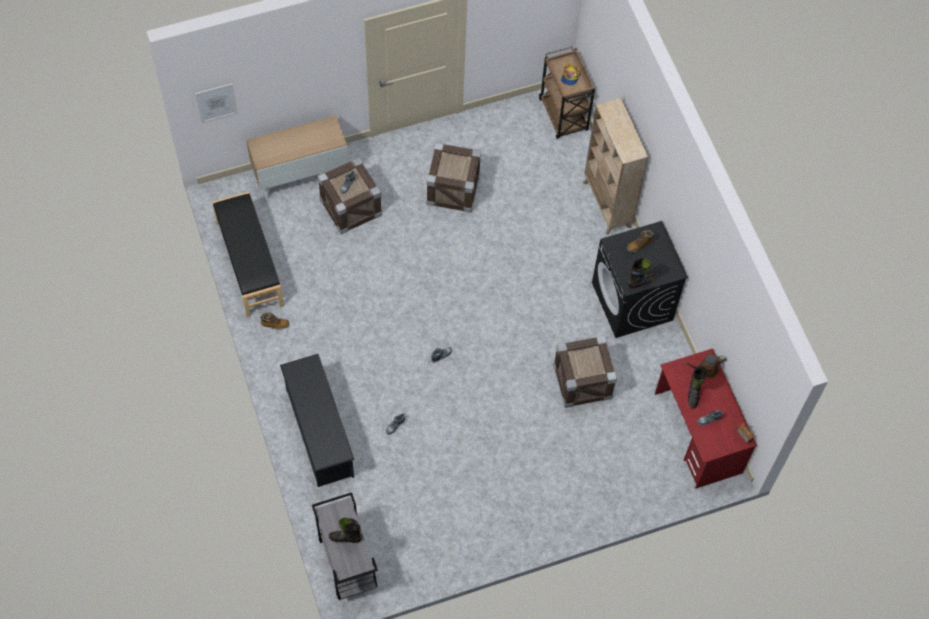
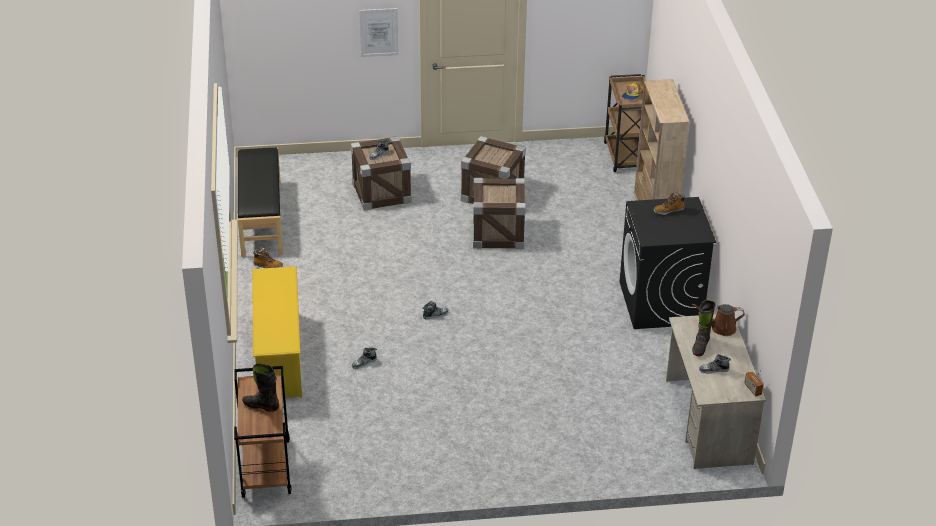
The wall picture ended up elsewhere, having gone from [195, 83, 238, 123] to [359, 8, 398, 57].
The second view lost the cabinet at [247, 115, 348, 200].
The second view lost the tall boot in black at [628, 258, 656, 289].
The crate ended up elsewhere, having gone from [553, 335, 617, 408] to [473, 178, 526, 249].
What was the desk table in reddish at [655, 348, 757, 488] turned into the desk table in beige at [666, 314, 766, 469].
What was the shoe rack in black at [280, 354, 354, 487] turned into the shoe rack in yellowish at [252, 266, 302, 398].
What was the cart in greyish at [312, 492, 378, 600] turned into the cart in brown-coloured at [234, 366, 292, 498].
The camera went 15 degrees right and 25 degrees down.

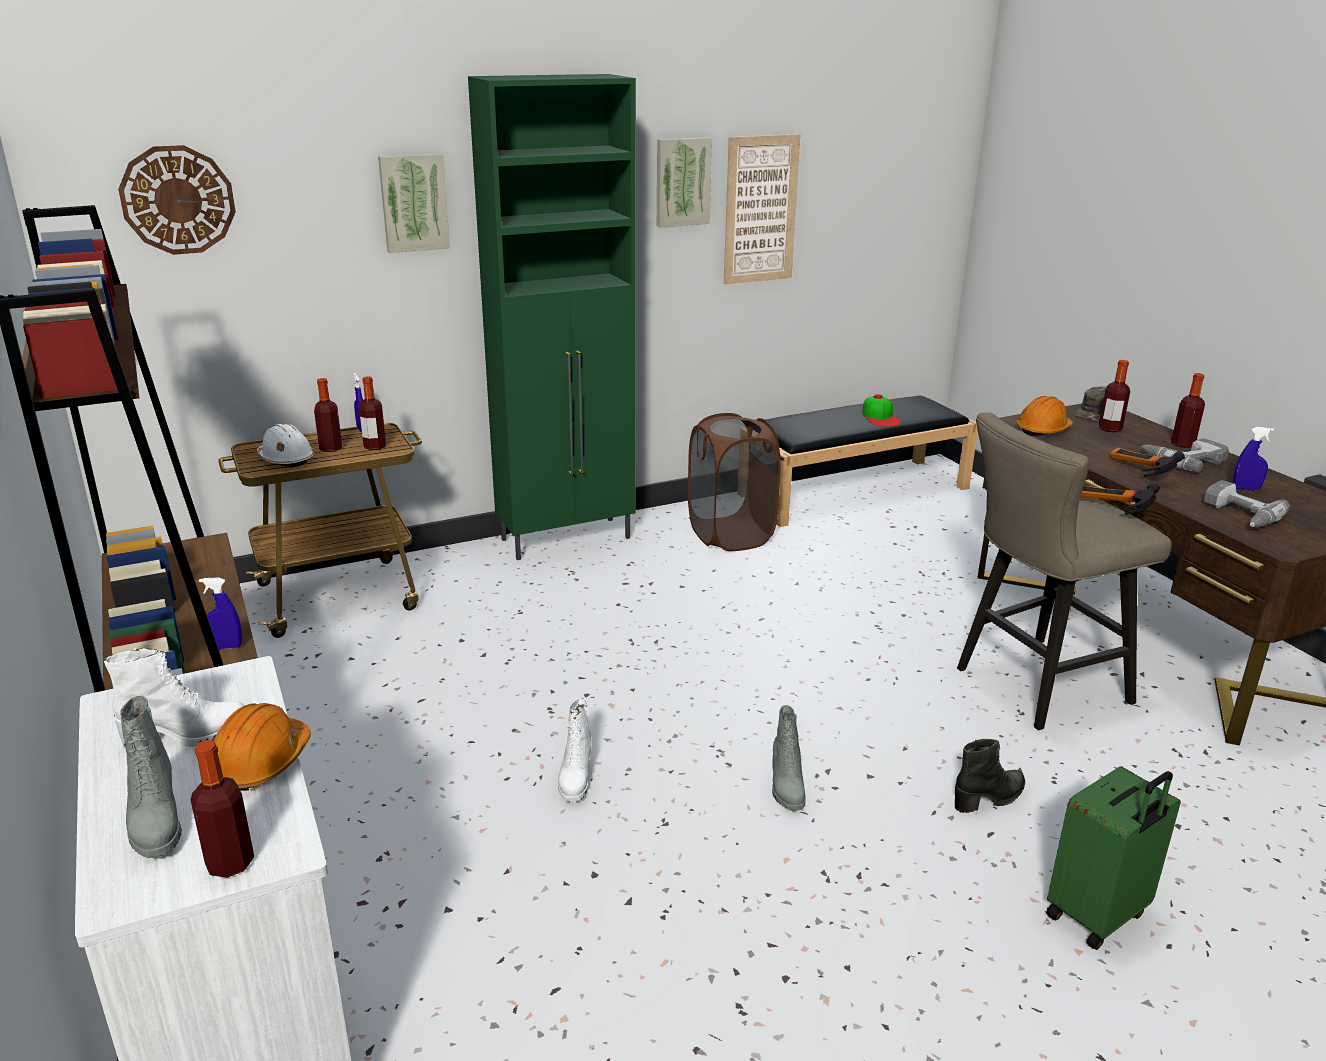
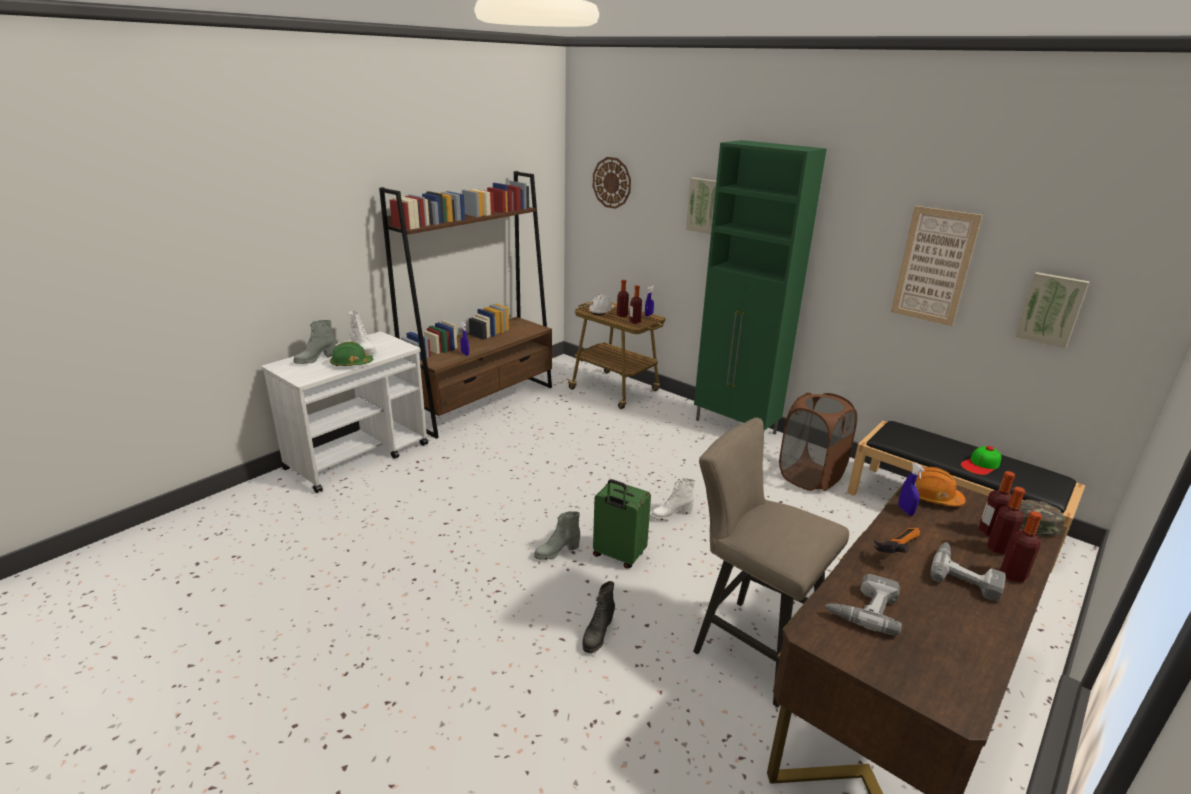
The wall picture ended up elsewhere, having gone from [657, 137, 712, 228] to [1015, 272, 1090, 348].
The hand sprayer in blue-coloured ended up elsewhere, having gone from [1233, 427, 1274, 490] to [898, 463, 925, 516].
The second view lost the hammer at [1080, 483, 1160, 515].
The tall boot in white ended up elsewhere, having gone from [558, 698, 592, 802] to [651, 478, 695, 521].
What was the safety helmet in orange at [213, 703, 311, 791] turned into the safety helmet in green at [330, 341, 374, 366].
The tall boot in black at [955, 739, 1025, 813] ended up facing another way, 75 degrees clockwise from before.
The drink bottle ended up elsewhere, having gone from [190, 740, 254, 878] to [987, 487, 1025, 555].
The piece of luggage in green ended up elsewhere, having gone from [1046, 766, 1181, 950] to [593, 479, 651, 568].
The camera went 65 degrees right and 0 degrees up.

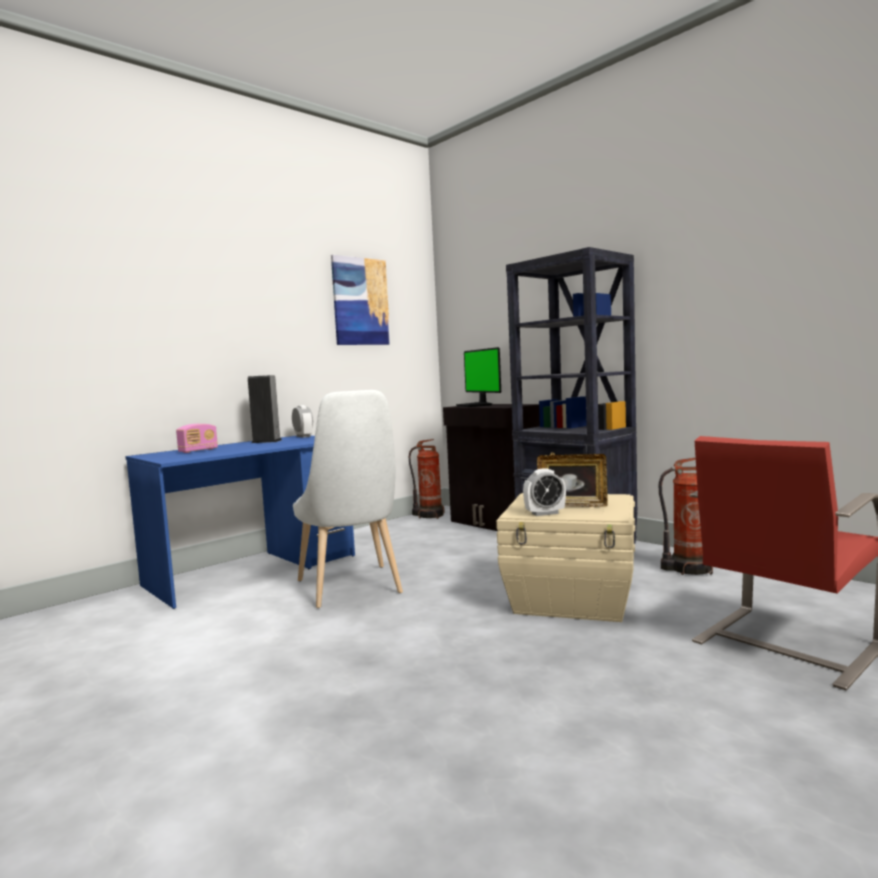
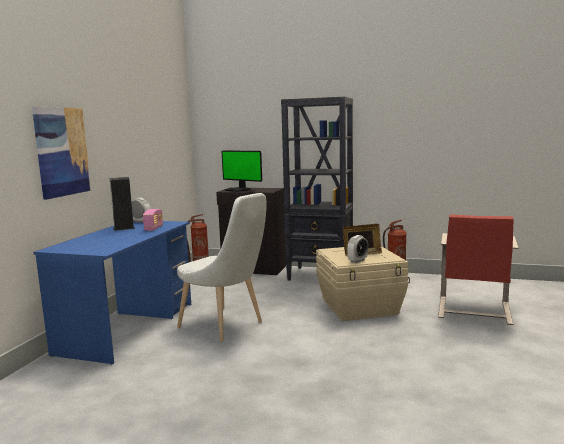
The wall picture ended up elsewhere, having gone from [331, 255, 390, 345] to [32, 107, 91, 200].
The radio ended up elsewhere, having gone from [176, 424, 218, 453] to [143, 209, 163, 231].
The camera went 30 degrees left and 5 degrees up.

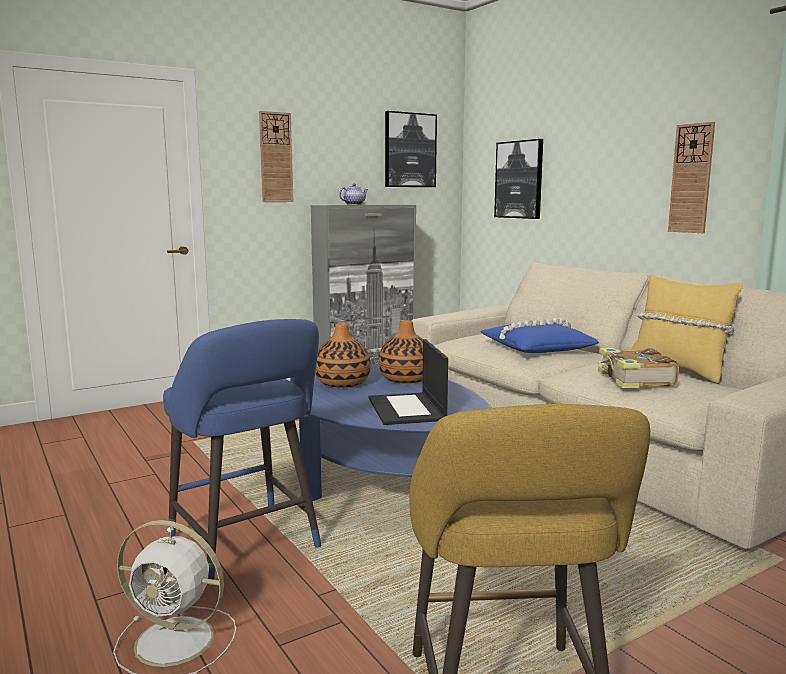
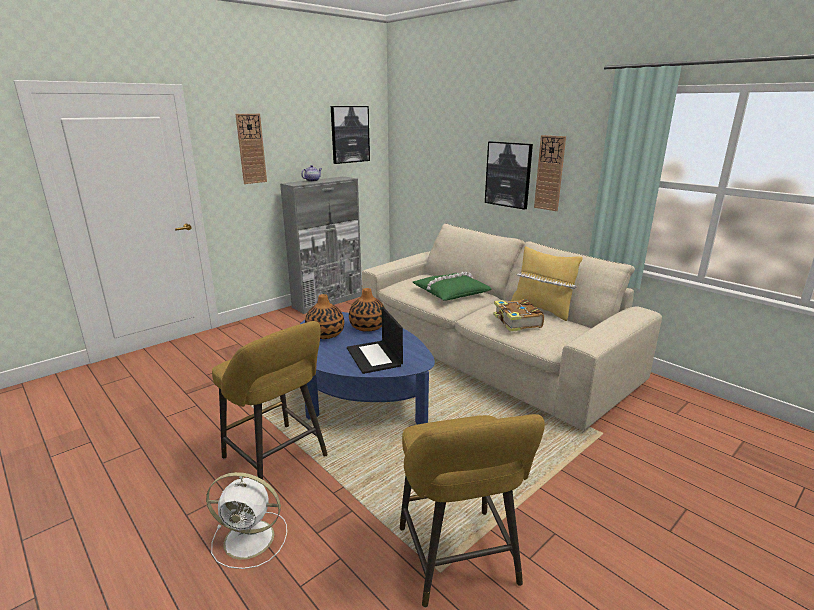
The wall picture ended up elsewhere, having gone from [494, 139, 543, 219] to [485, 141, 533, 210].
What was the throw pillow in blue-coloured at [480, 318, 599, 353] turned into the throw pillow in green at [413, 272, 492, 301].
What was the stool in blue-coloured at [163, 319, 321, 585] turned into the stool in yellowish at [212, 321, 328, 479].
The camera went 10 degrees left and 10 degrees up.

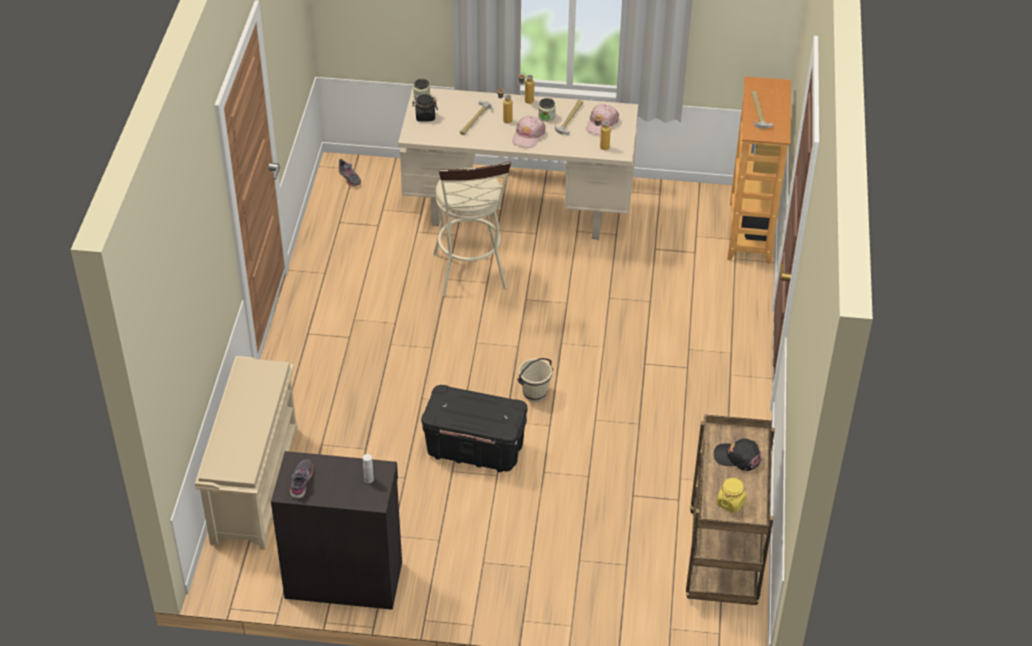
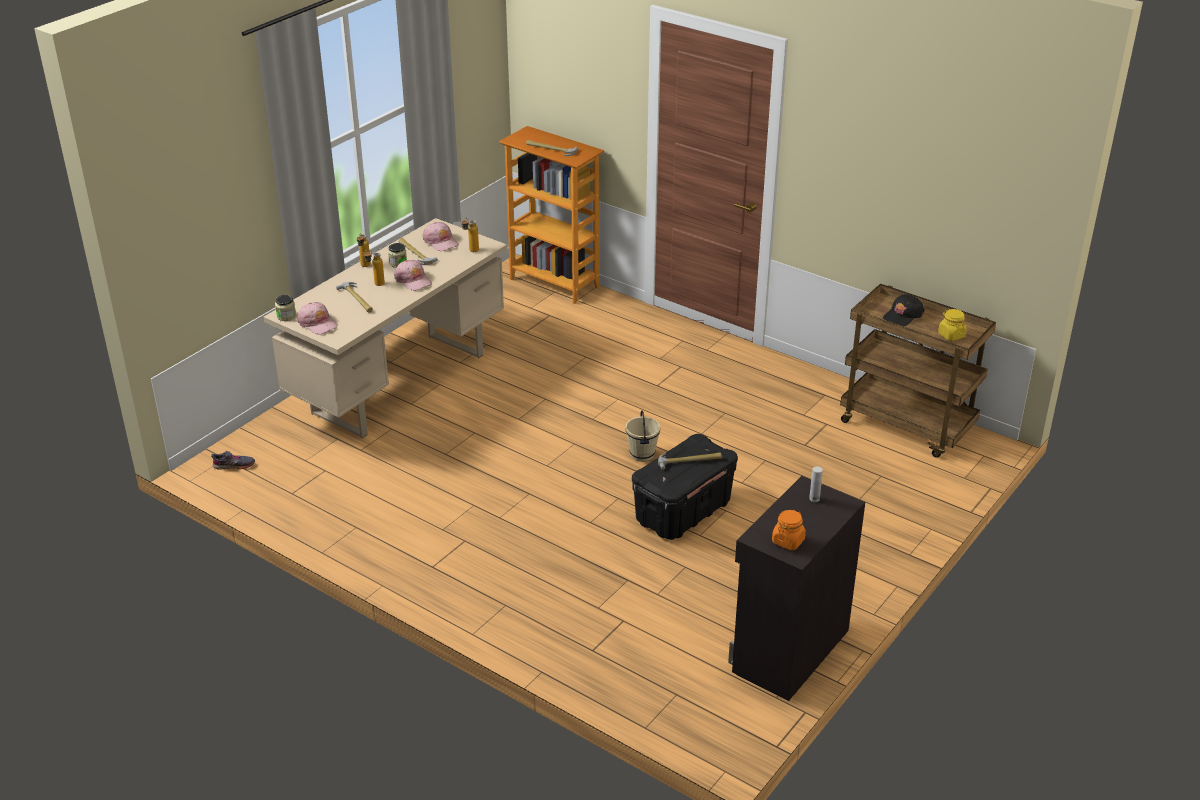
Where the preserve jar in black stood at [412, 94, 438, 122], the peaked cap in pinkish came to stand at [297, 302, 338, 335].
The second view lost the stool in beige at [433, 161, 511, 297].
The second view lost the shoe rack in beige at [195, 356, 297, 550].
Where the shoe in greyish stood at [290, 459, 313, 499], the preserve jar in orange came to stand at [772, 510, 806, 550].
The second view gained the hammer at [658, 452, 722, 470].
The camera went 60 degrees left and 10 degrees down.

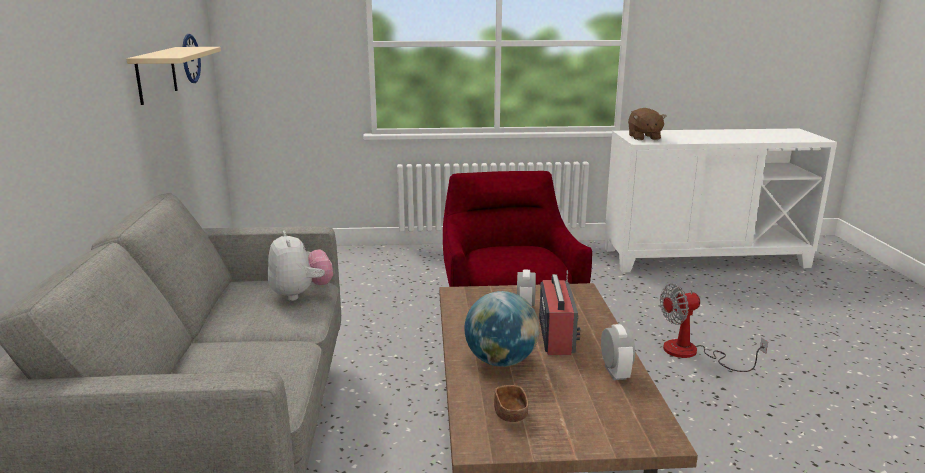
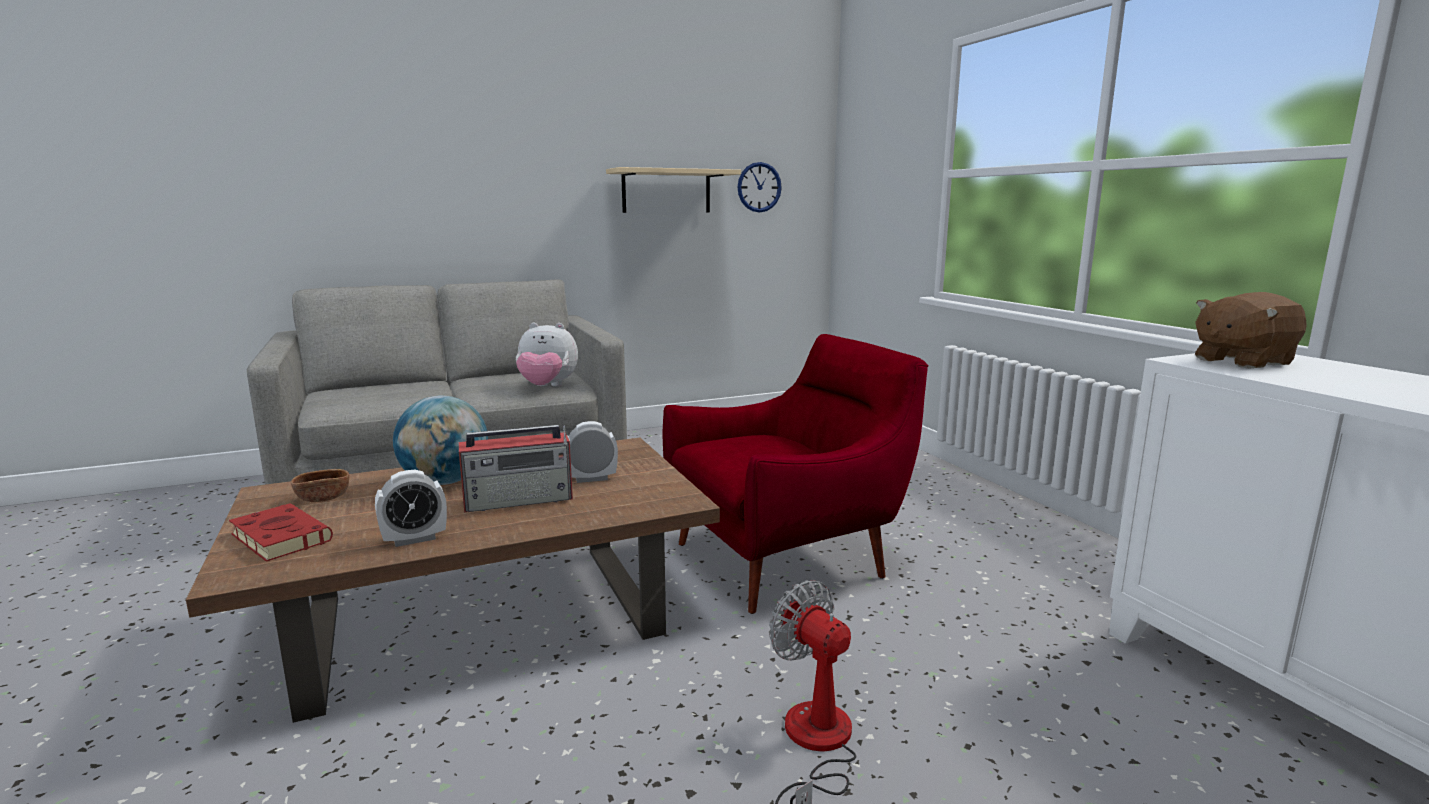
The plush toy at [267, 231, 333, 301] ended up facing another way, 45 degrees clockwise from before.
The second view gained the volume in reddish at [229, 503, 333, 562].
The camera went 70 degrees right and 5 degrees down.

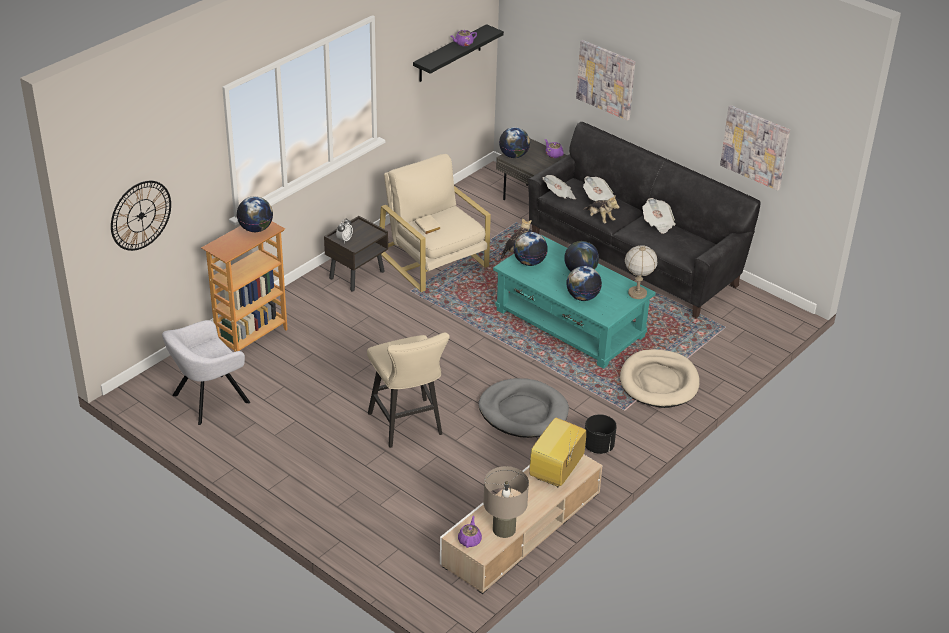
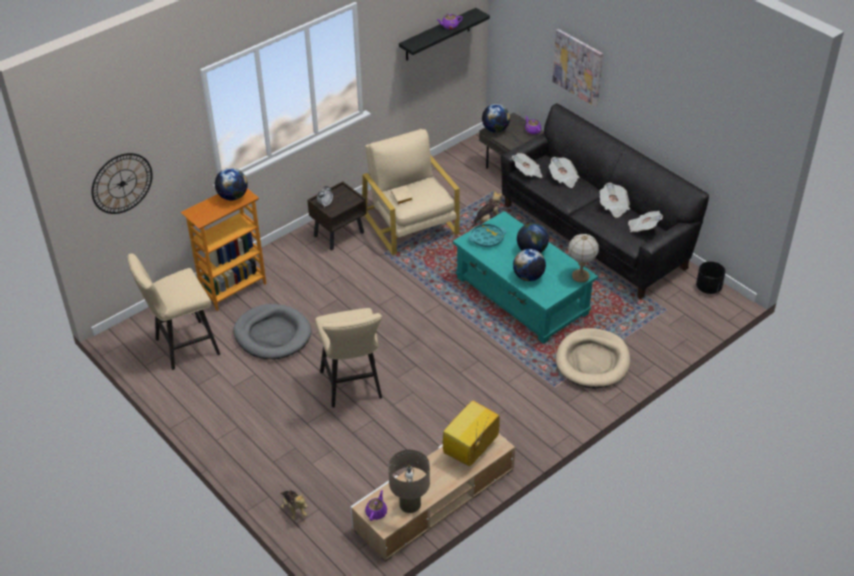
The second view lost the wall picture at [720, 105, 790, 191].
The plush toy ended up elsewhere, having gone from [583, 194, 619, 223] to [281, 491, 308, 520].
Where the world globe stood at [513, 232, 548, 266], the carrying tray in turquoise came to stand at [468, 224, 506, 247].
Where the easy chair in greyish stood at [162, 320, 250, 425], the stool in beige came to stand at [128, 254, 220, 370].
The dog cushion in greyish ended up elsewhere, having gone from [478, 378, 569, 438] to [234, 304, 311, 359].
The planter in black ended up elsewhere, having gone from [585, 414, 617, 454] to [696, 261, 725, 294].
The second view gained the newspaper at [628, 211, 663, 232].
The camera went 10 degrees right and 5 degrees up.

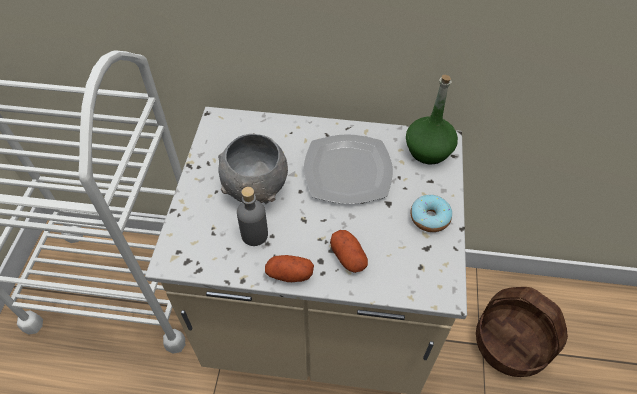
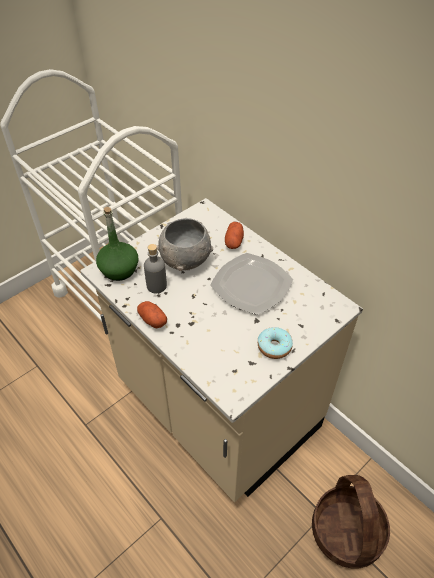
The drink bottle in green ended up elsewhere, having gone from [406, 75, 458, 164] to [96, 207, 138, 281].
The potato ended up elsewhere, having gone from [330, 230, 368, 273] to [225, 222, 244, 249].
The camera went 40 degrees right and 5 degrees down.

